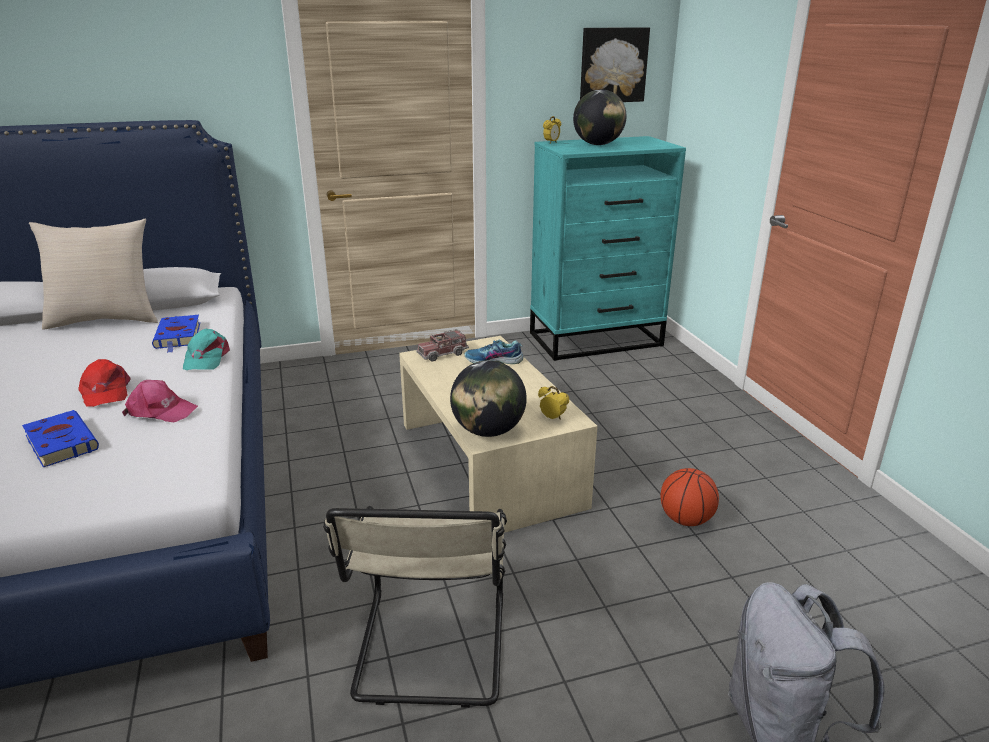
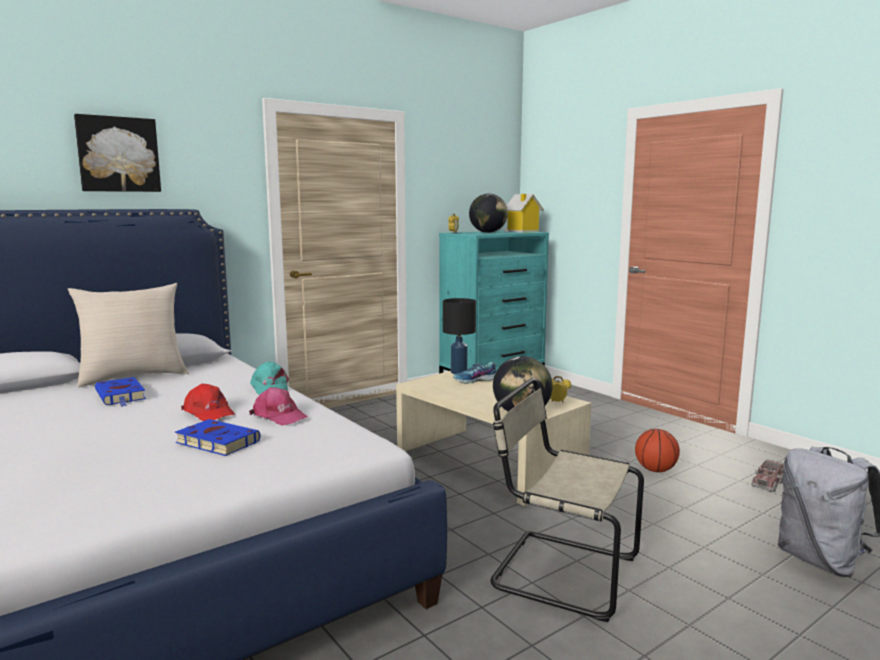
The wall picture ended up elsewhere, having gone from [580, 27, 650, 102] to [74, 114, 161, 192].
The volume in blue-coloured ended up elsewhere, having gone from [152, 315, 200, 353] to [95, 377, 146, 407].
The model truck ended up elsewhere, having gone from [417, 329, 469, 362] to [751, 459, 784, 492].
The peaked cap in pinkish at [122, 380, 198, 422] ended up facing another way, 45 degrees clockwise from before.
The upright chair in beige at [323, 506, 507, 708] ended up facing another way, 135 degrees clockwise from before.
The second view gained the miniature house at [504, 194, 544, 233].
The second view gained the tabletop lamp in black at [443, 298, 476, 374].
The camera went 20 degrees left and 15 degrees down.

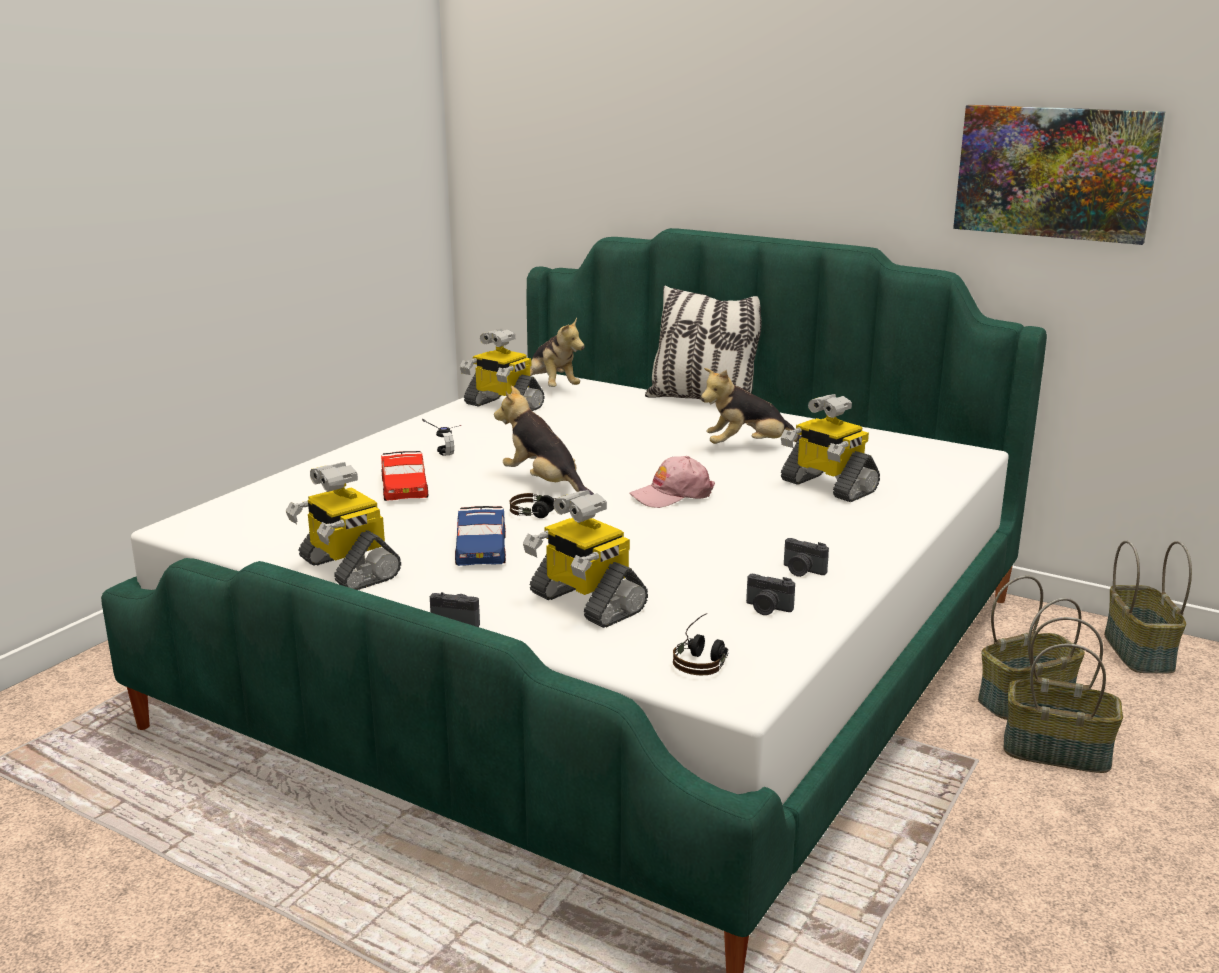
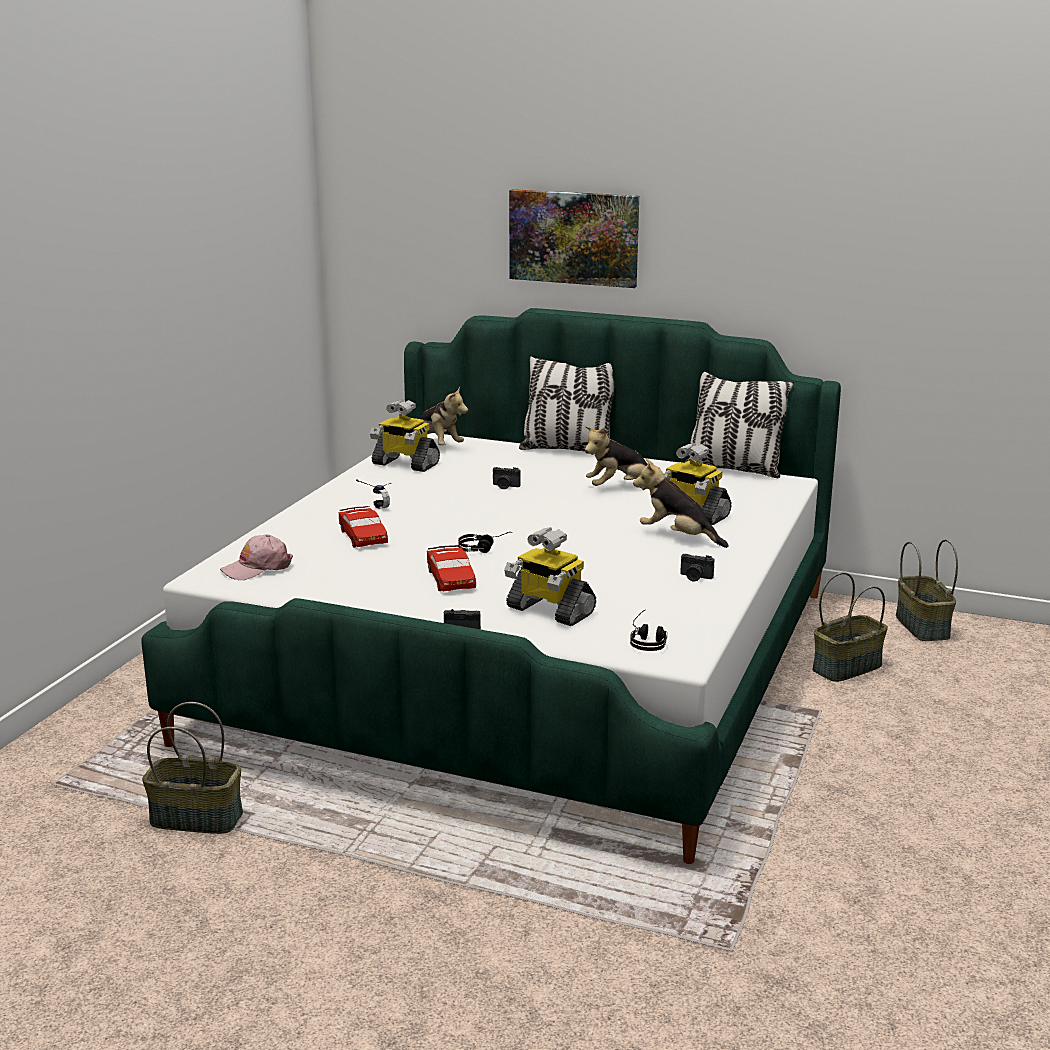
The wall picture ended up elsewhere, having gone from [953, 105, 1165, 245] to [509, 189, 639, 288].
The plush toy ended up elsewhere, having gone from [494, 386, 594, 495] to [633, 459, 729, 548].
The peaked cap in pinkish ended up elsewhere, having gone from [629, 456, 715, 508] to [220, 534, 293, 580].
The second view lost the toy robot at [286, 462, 401, 590].
What was the model car in blue-coloured at [455, 506, 506, 566] turned into the model car in reddish at [427, 545, 476, 591].
The still camera ended up elsewhere, having gone from [746, 574, 795, 615] to [493, 467, 521, 489].
The household basket ended up elsewhere, having gone from [1004, 617, 1123, 773] to [142, 702, 243, 834].
The second view gained the throw pillow at [685, 372, 794, 478].
The camera went 10 degrees left and 0 degrees up.

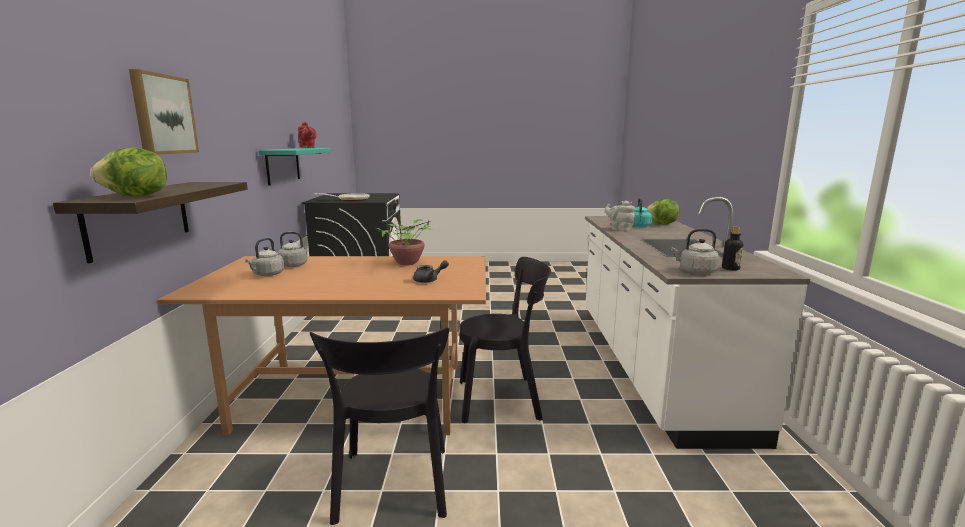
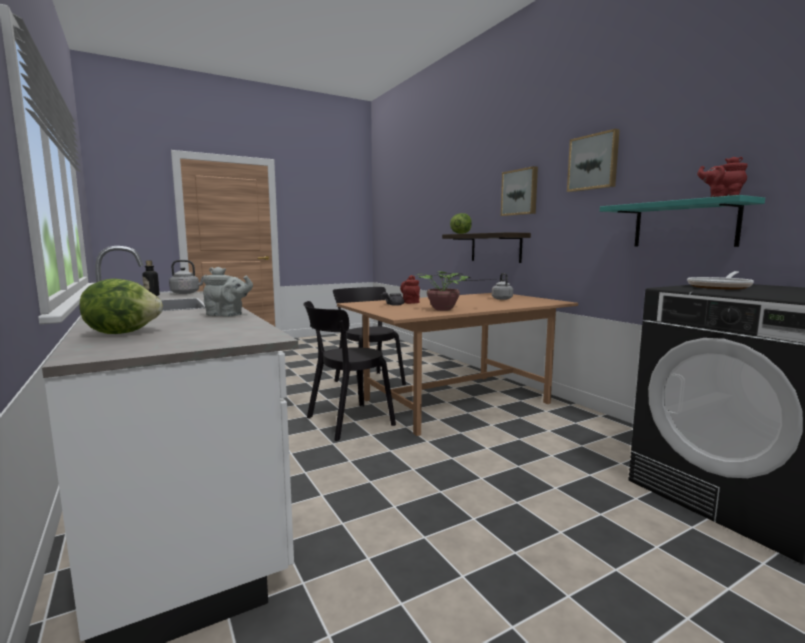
The second view lost the kettle in turquoise at [633, 197, 652, 227].
The second view lost the kettle in greyish at [270, 232, 308, 267].
The second view gained the wall picture at [567, 129, 620, 192].
The second view gained the tea pot in reddish at [400, 275, 420, 304].
The camera went 150 degrees right and 5 degrees down.

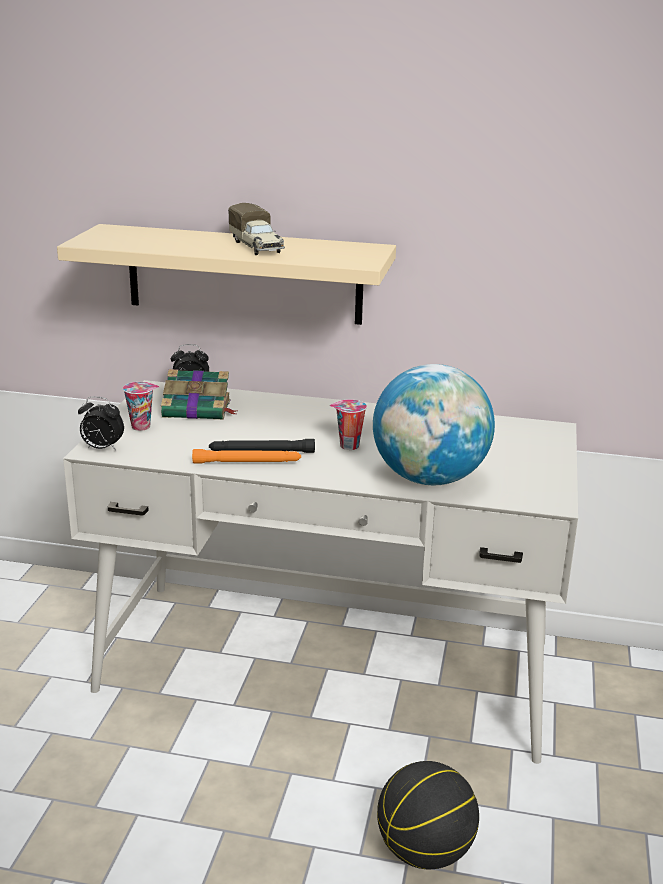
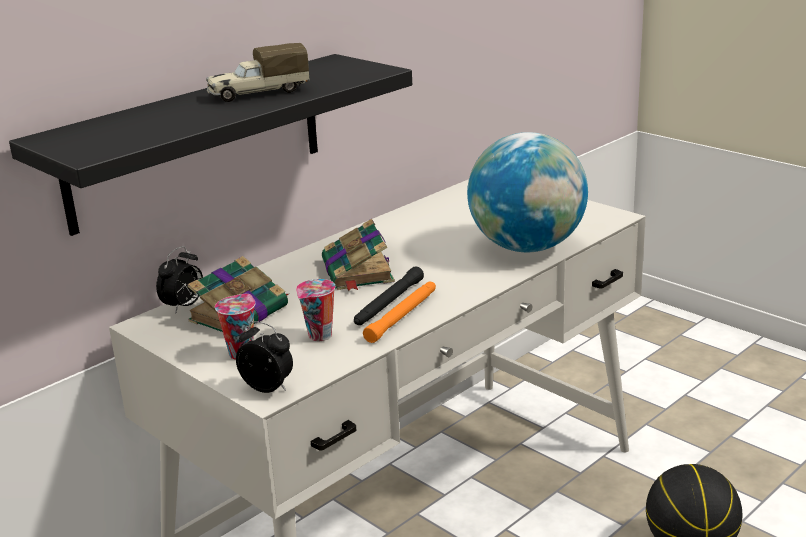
The model truck at [228, 203, 285, 255] ended up facing another way, 150 degrees clockwise from before.
What was the shelf in beige at [57, 224, 396, 325] turned into the shelf in black at [9, 54, 412, 236].
The bedside clock at [78, 396, 124, 451] ended up facing another way, 105 degrees counterclockwise from before.
The cup ended up elsewhere, having gone from [330, 399, 367, 450] to [296, 279, 335, 341].
The second view gained the volume at [322, 219, 395, 291].
The camera went 55 degrees left and 0 degrees up.

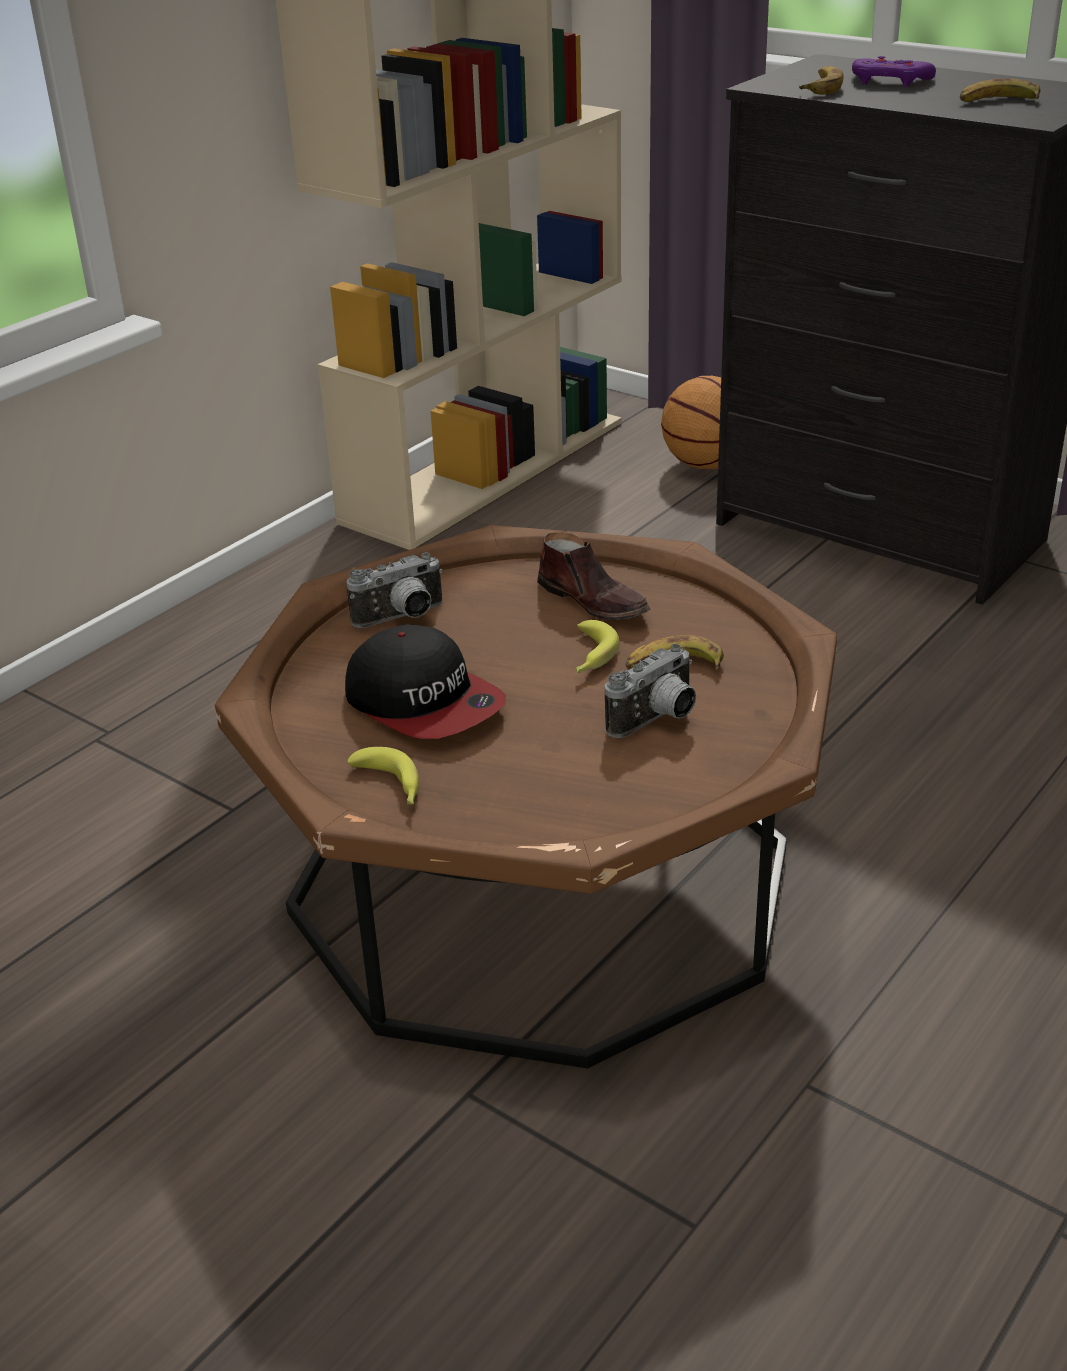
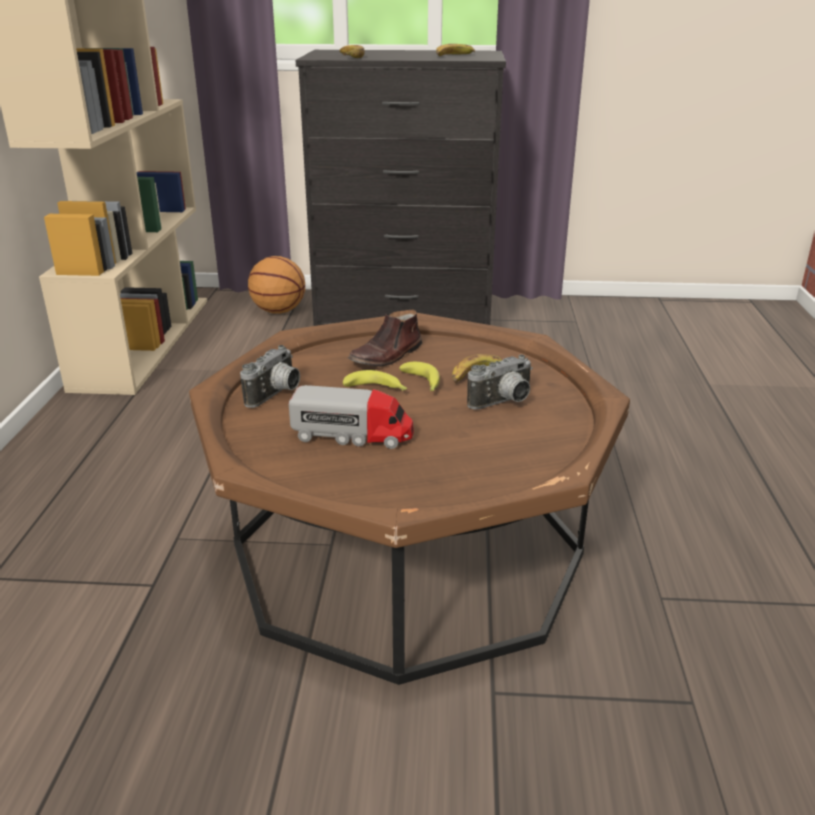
The second view lost the game controller in purple at [852, 56, 936, 87].
The shoe in brown-coloured at [537, 532, 650, 620] ended up facing another way, 120 degrees clockwise from before.
Where the peaked cap stood at [345, 624, 506, 739], the model truck came to stand at [289, 385, 414, 449].
The still camera at [605, 644, 696, 738] ended up facing another way, 45 degrees clockwise from before.
The banana ended up elsewhere, having gone from [347, 747, 419, 805] to [343, 370, 407, 391].
The camera went 35 degrees left and 5 degrees down.

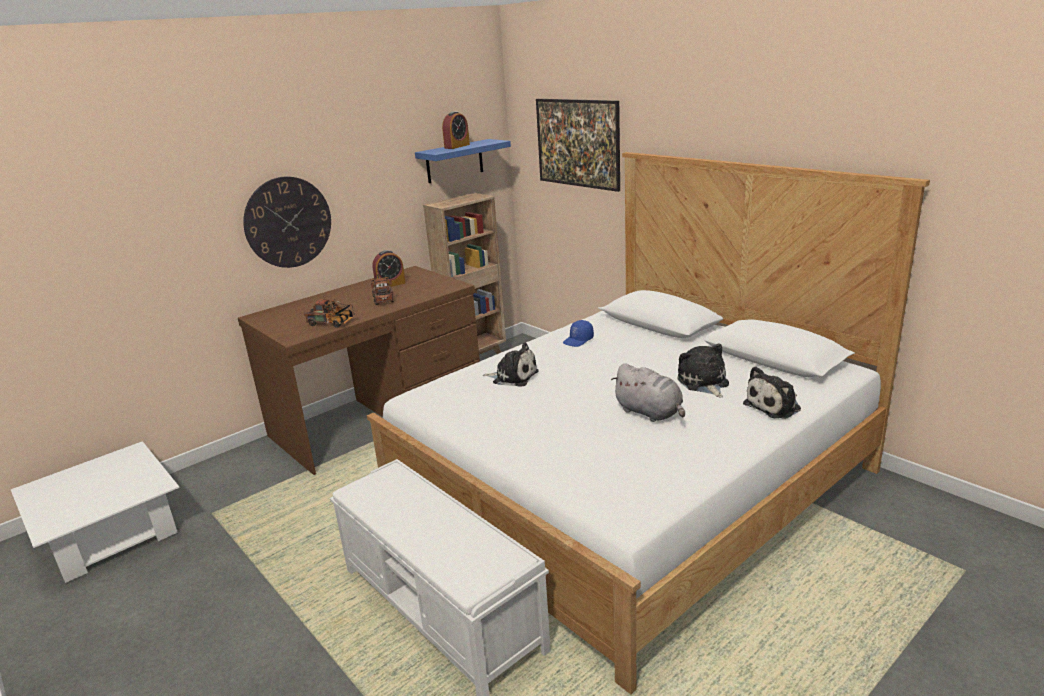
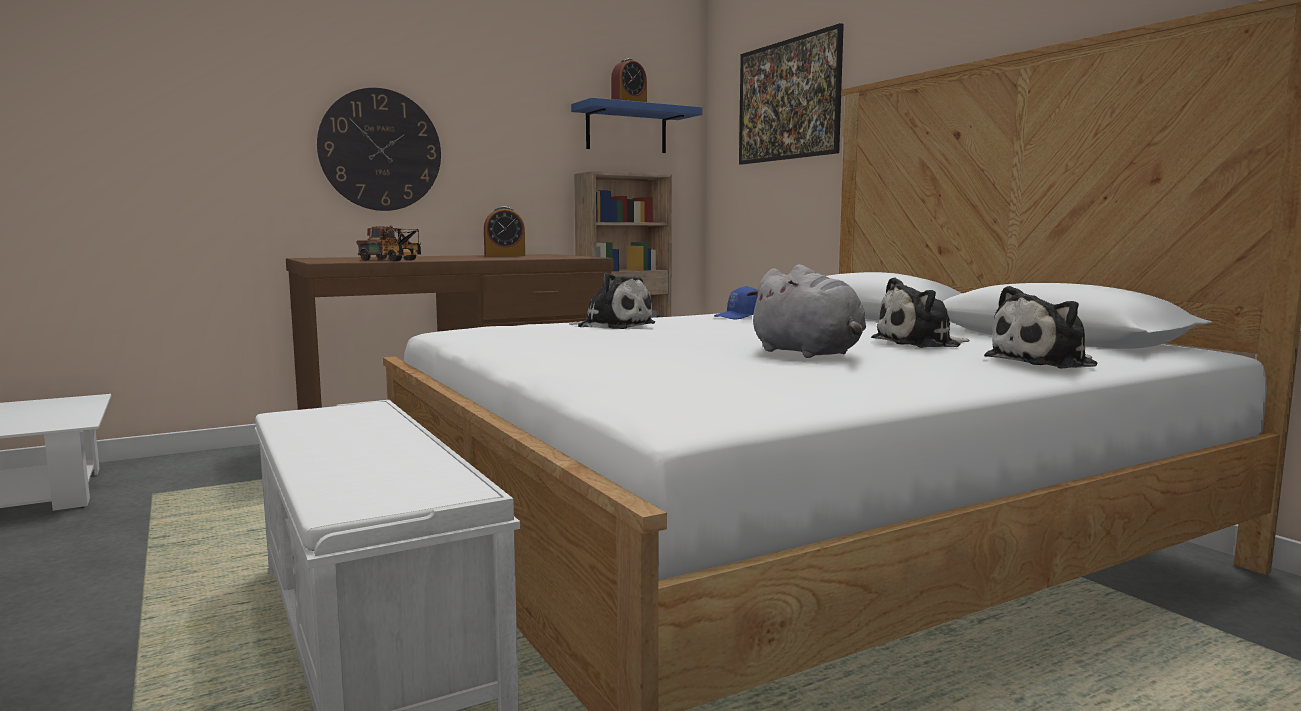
The second view lost the model truck at [371, 273, 394, 305].
The plush toy at [677, 343, 729, 397] ended up facing another way, 105 degrees counterclockwise from before.
The camera went 10 degrees right and 15 degrees down.

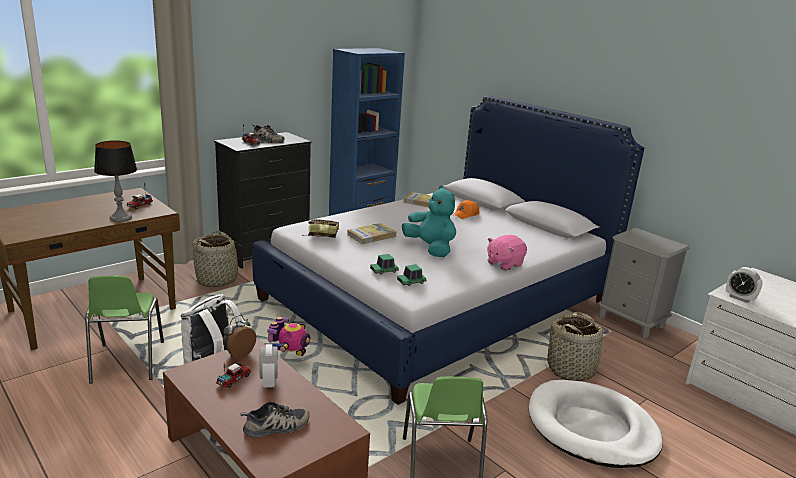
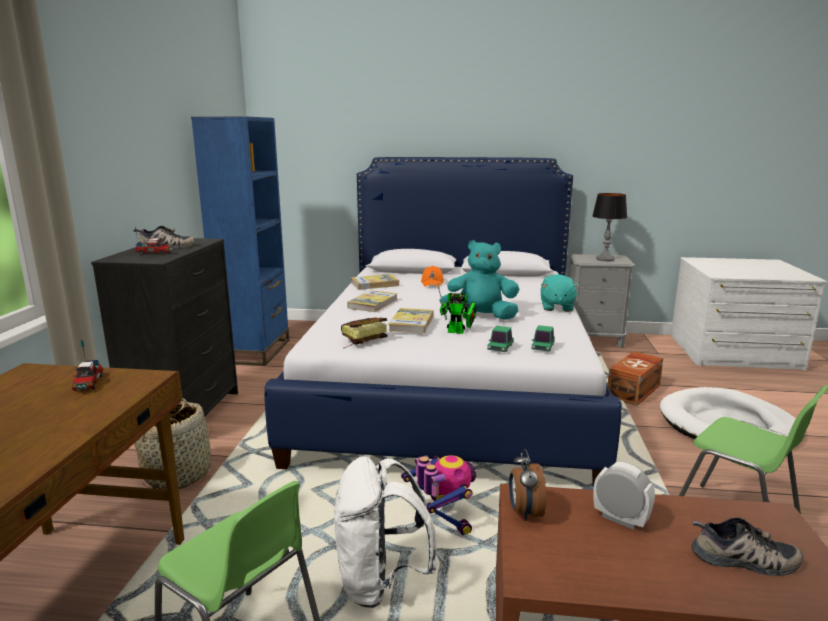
The tabletop lamp ended up elsewhere, having gone from [94, 141, 137, 222] to [592, 193, 627, 261].
What was the plush toy in pinkish at [487, 235, 527, 270] turned into the plush toy in turquoise at [541, 274, 579, 312].
The second view lost the bedside clock at [726, 267, 763, 303].
Where the household basket stood at [545, 312, 607, 381], the storage box in brown-coloured came to stand at [608, 351, 663, 406].
The second view lost the model truck at [216, 362, 251, 388].
The shoe at [240, 402, 309, 438] ended up facing another way, 75 degrees clockwise from before.
The second view gained the toy robot at [437, 282, 476, 334].
The second view gained the volume at [347, 290, 398, 312].
The camera went 40 degrees left and 5 degrees down.

